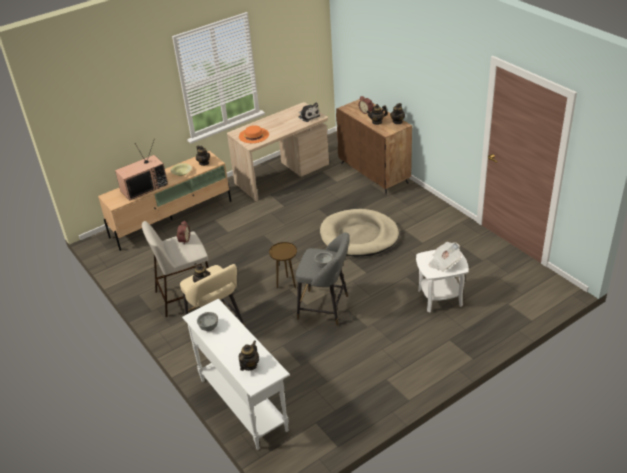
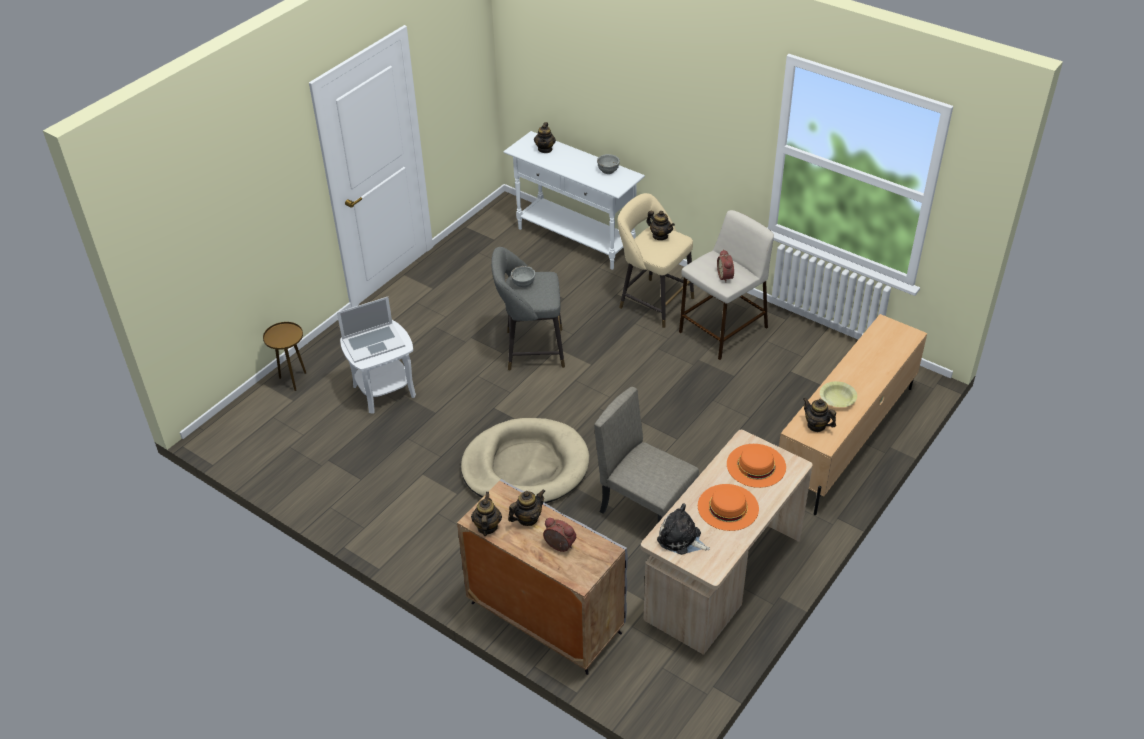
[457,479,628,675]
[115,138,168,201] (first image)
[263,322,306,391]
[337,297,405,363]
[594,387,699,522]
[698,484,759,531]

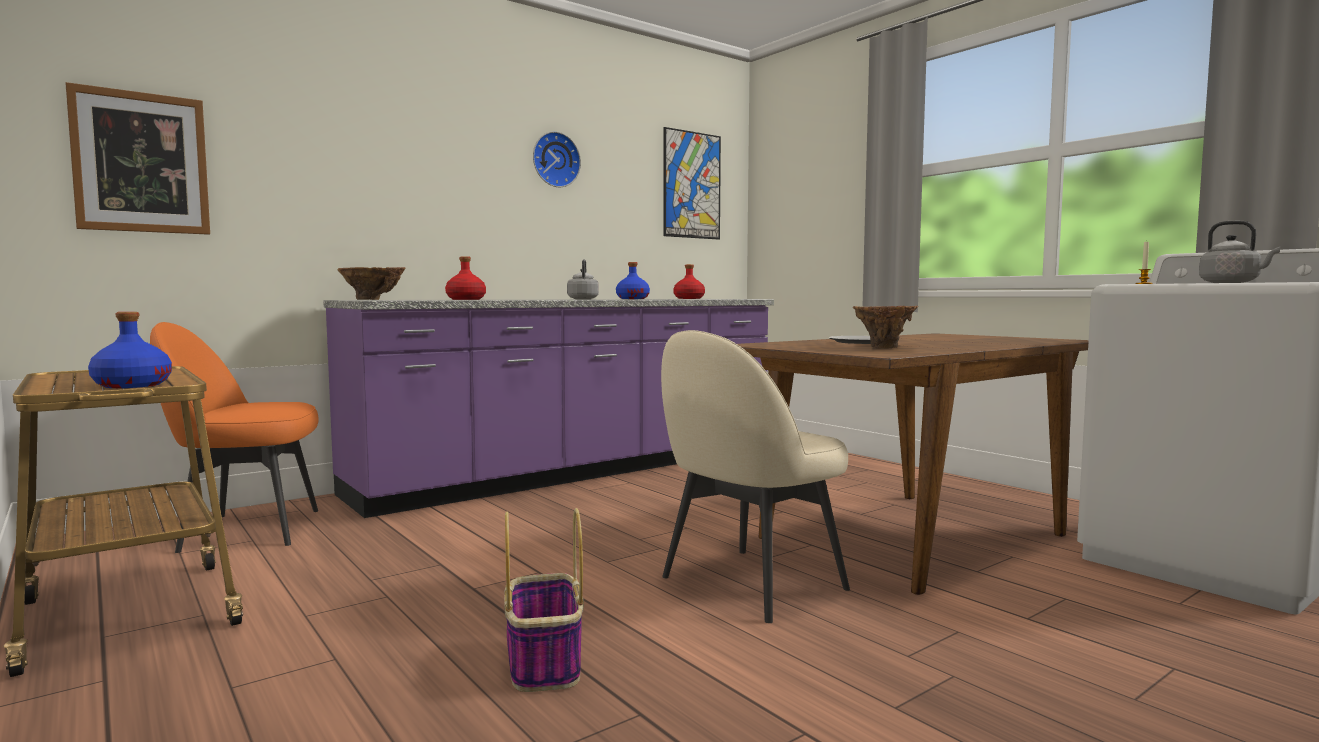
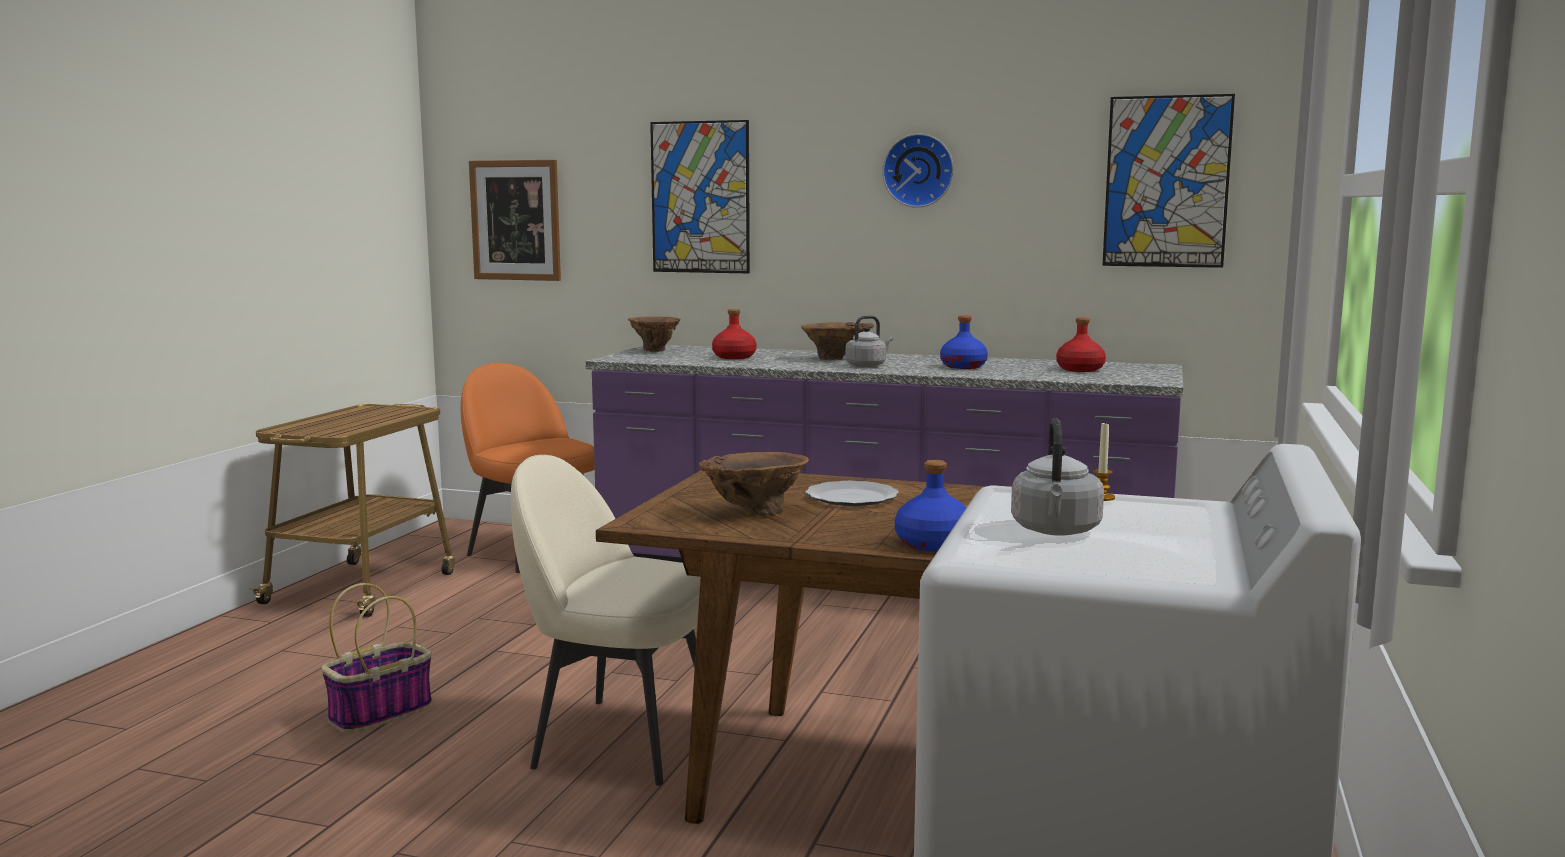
[895,460,966,552]
[650,120,750,273]
[801,322,874,360]

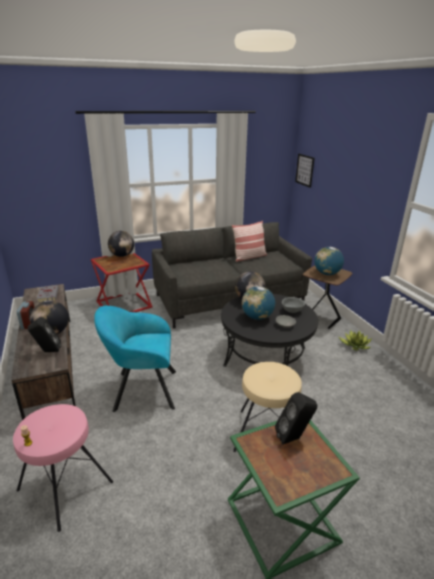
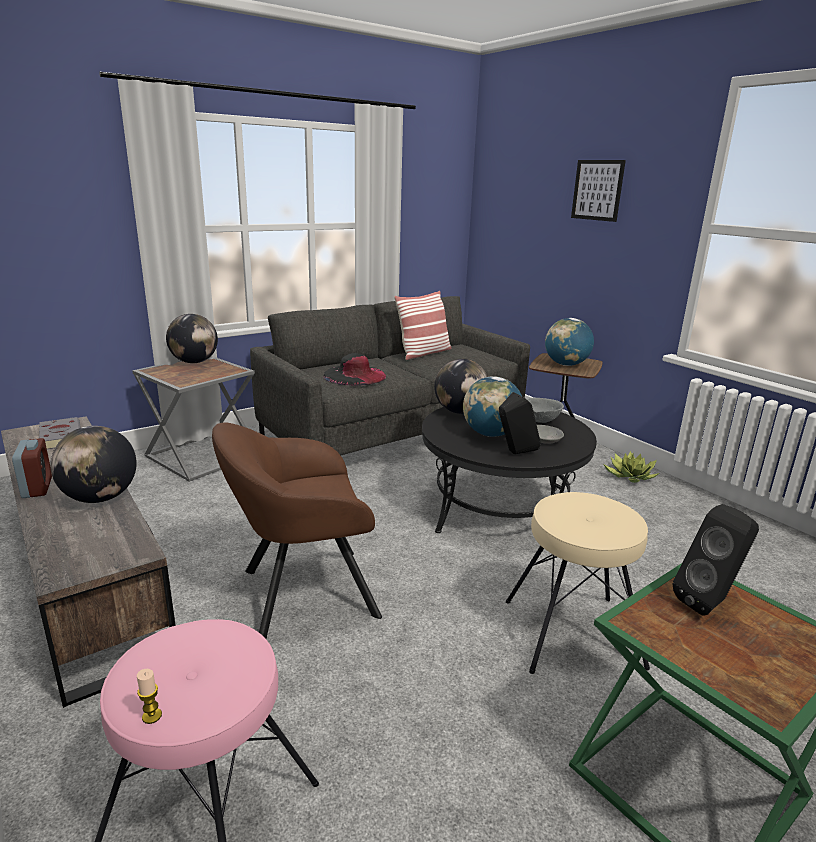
[571,160,626,222]
[133,357,255,482]
[212,422,382,638]
[499,392,541,454]
[323,353,386,385]

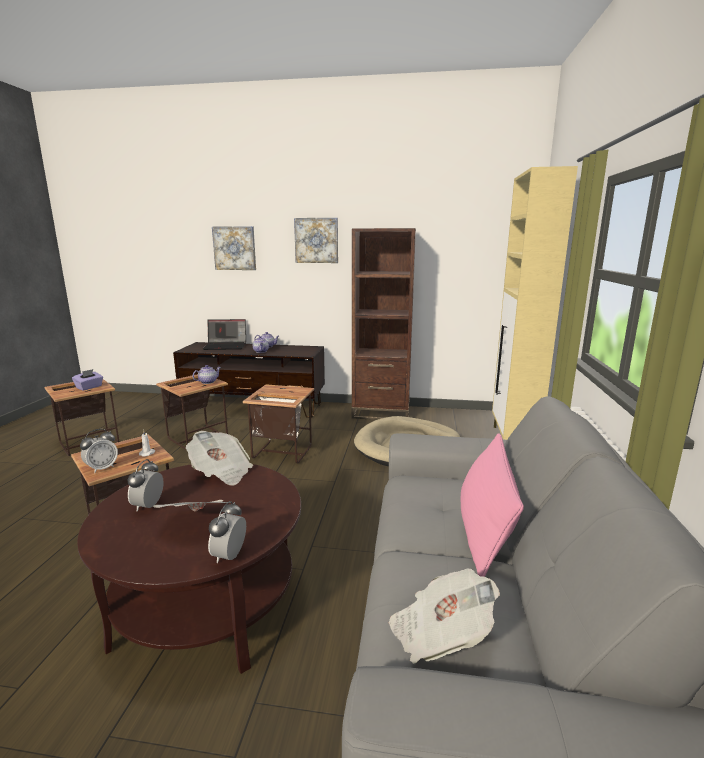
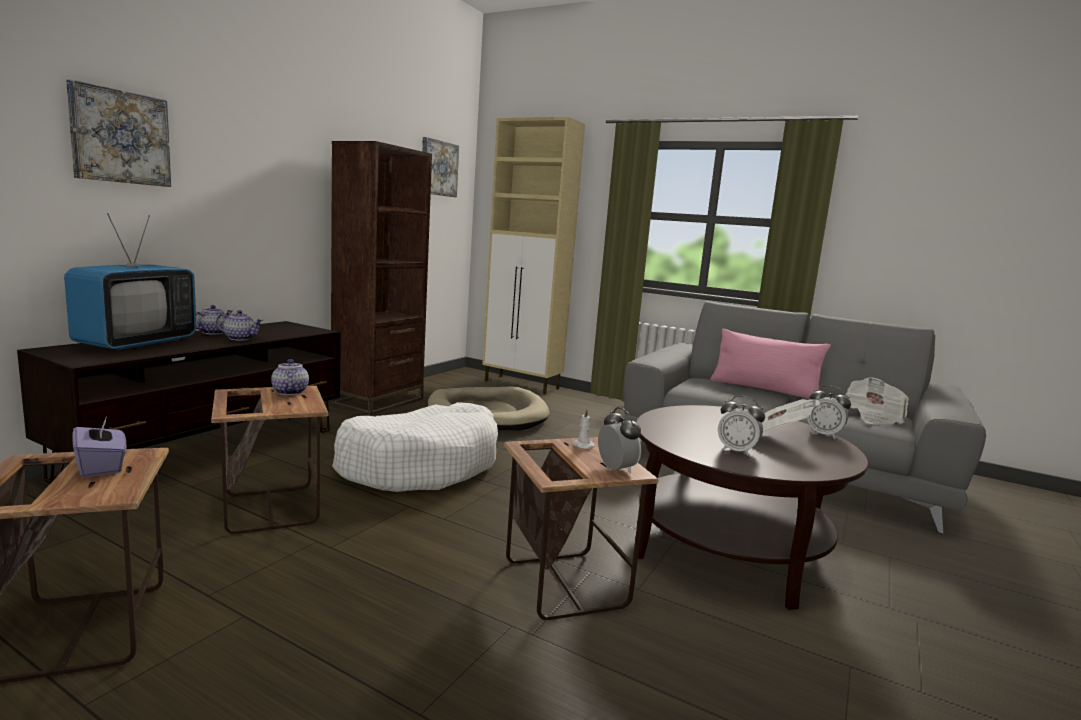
[422,137,459,197]
[64,213,197,351]
[332,402,498,492]
[186,431,253,485] (first image)

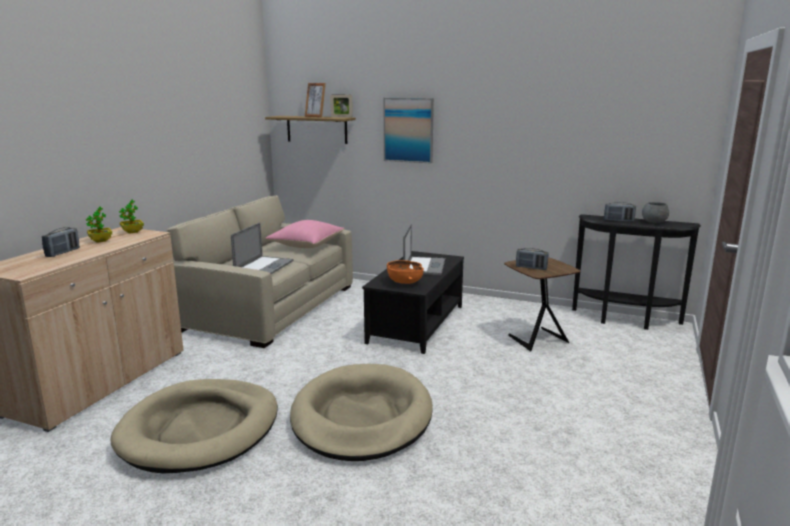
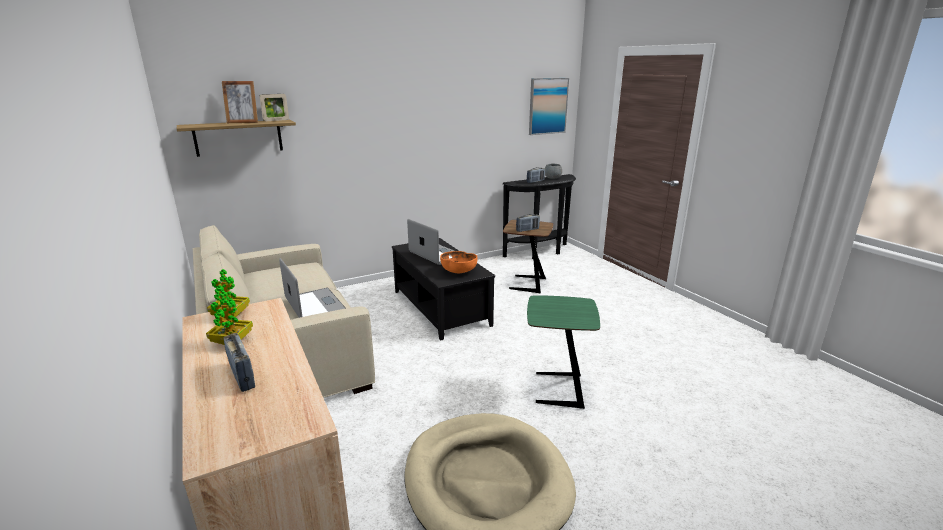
[529,78,569,135]
[265,220,345,248] (first image)
[527,295,600,409]

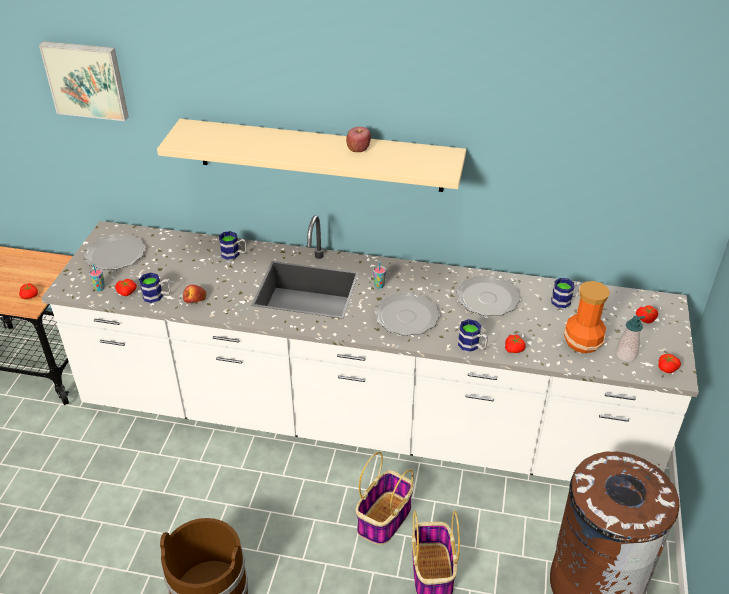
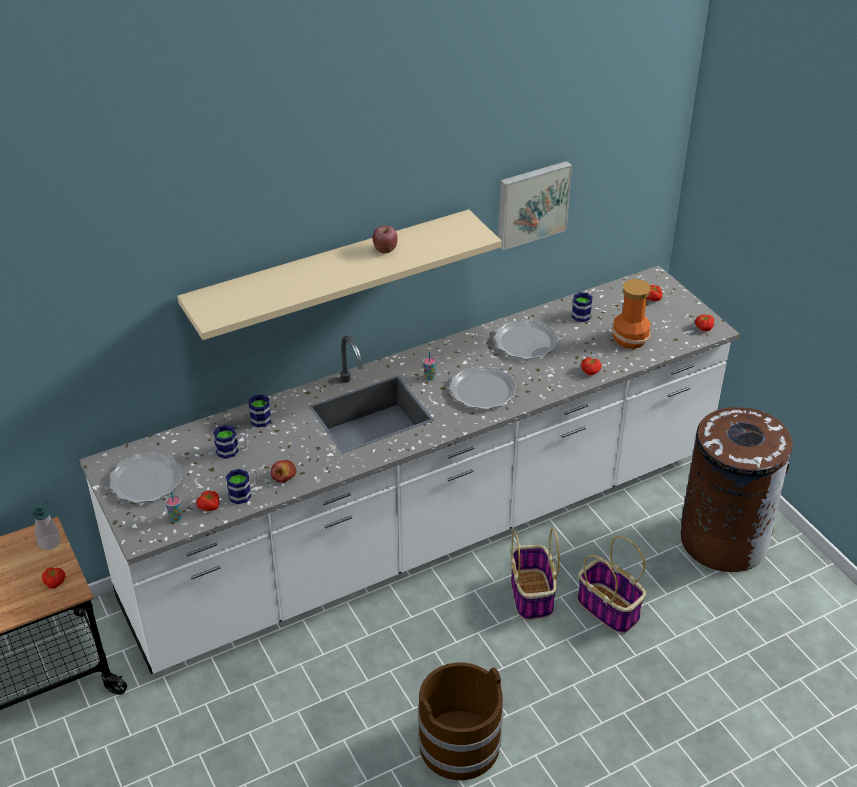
[498,161,572,251]
[32,500,61,550]
[213,425,247,459]

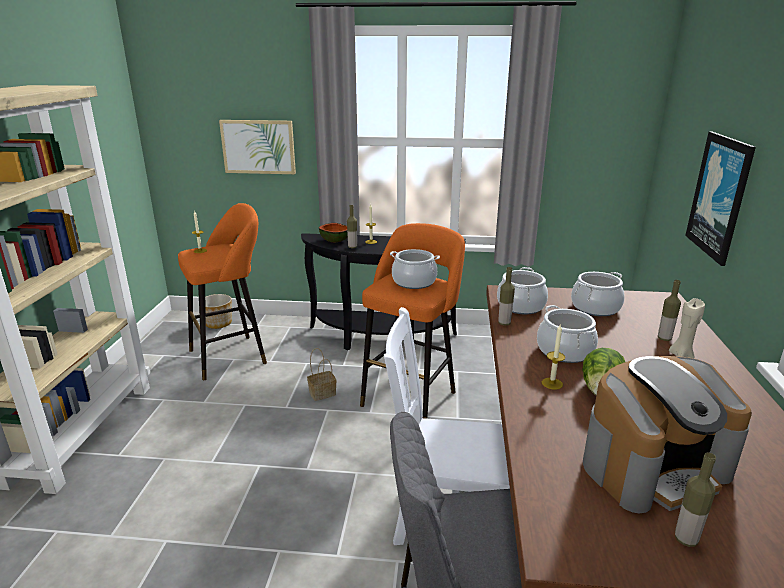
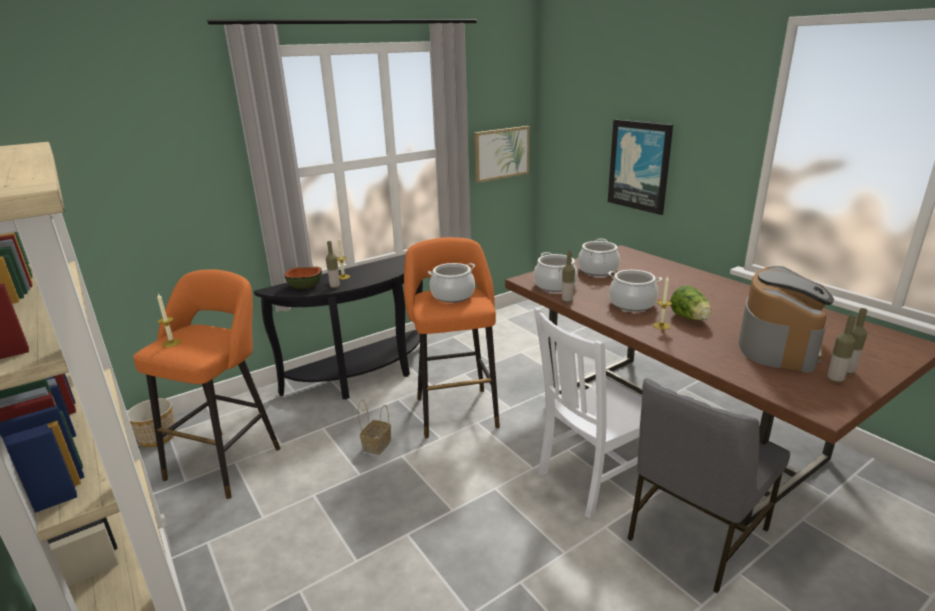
[474,126,530,183]
[827,315,856,383]
[669,298,705,358] (first image)

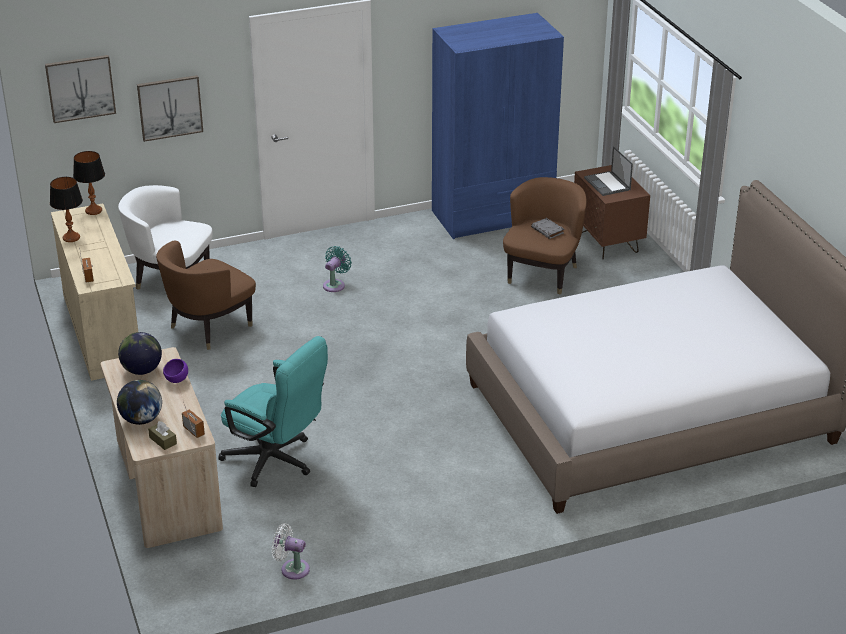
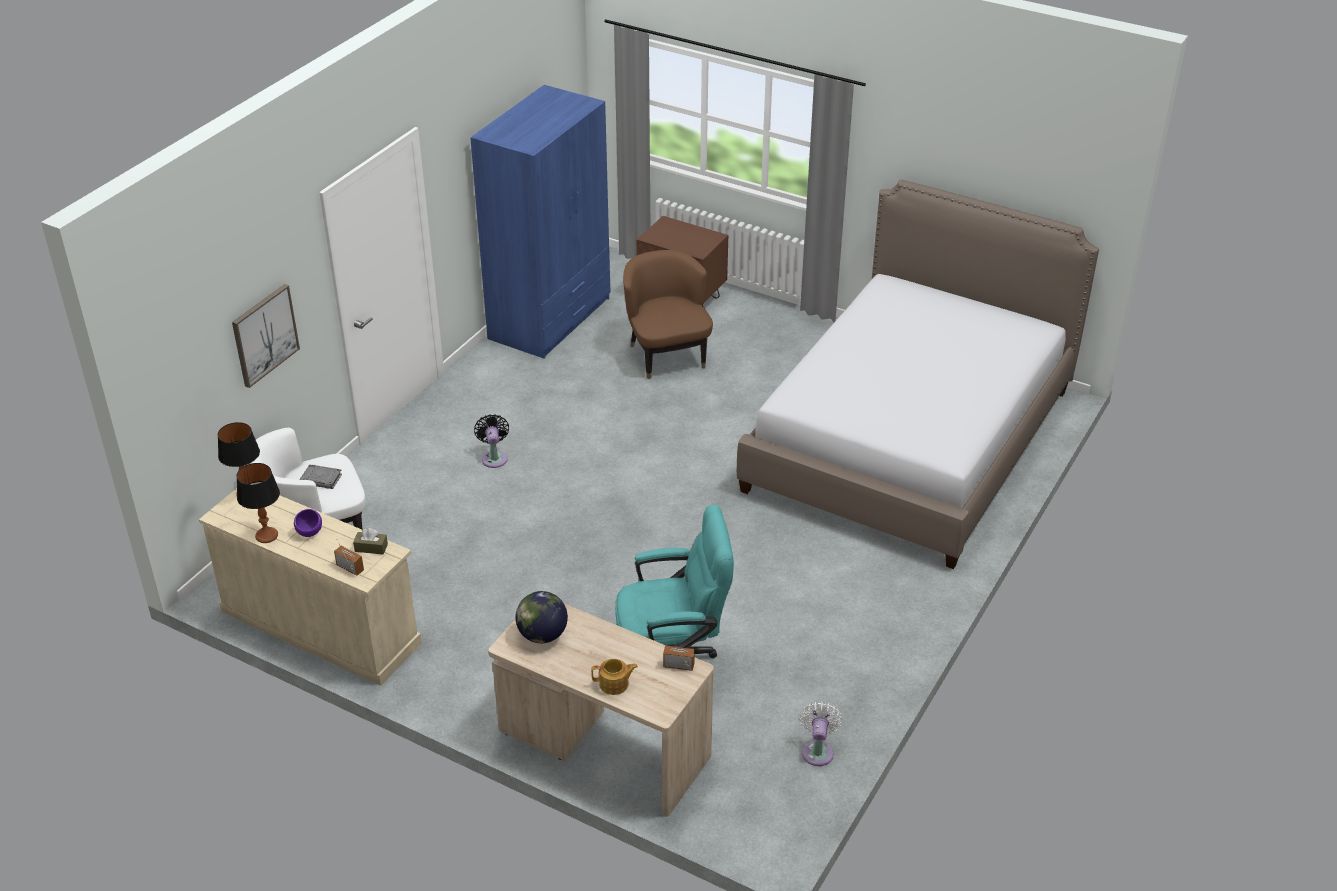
[45,55,116,123] (first image)
[584,146,633,196] (first image)
[300,464,342,489]
[156,241,256,350] (first image)
[474,414,509,468]
[294,509,322,537]
[591,659,638,695]
[353,528,388,555]
[799,702,842,766]

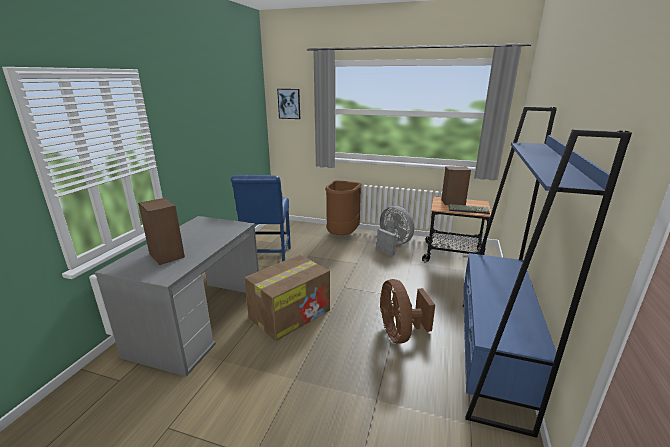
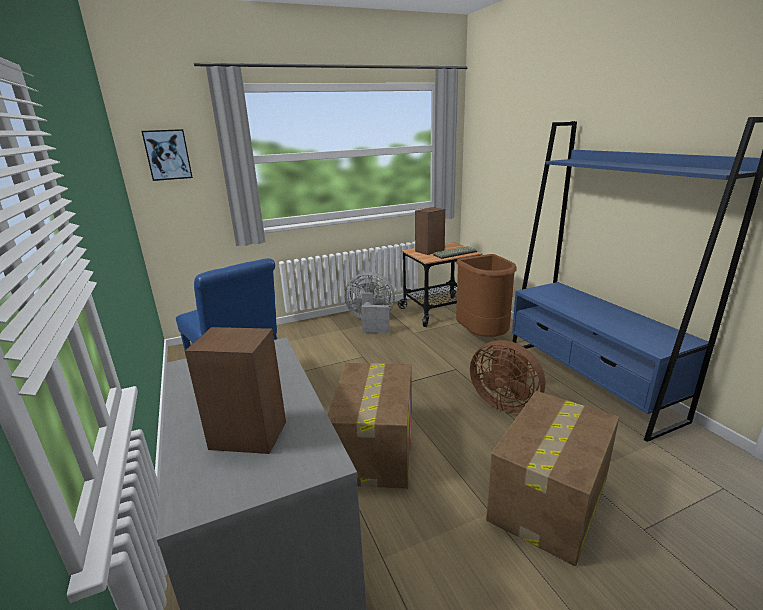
[456,254,517,337]
[486,391,619,566]

